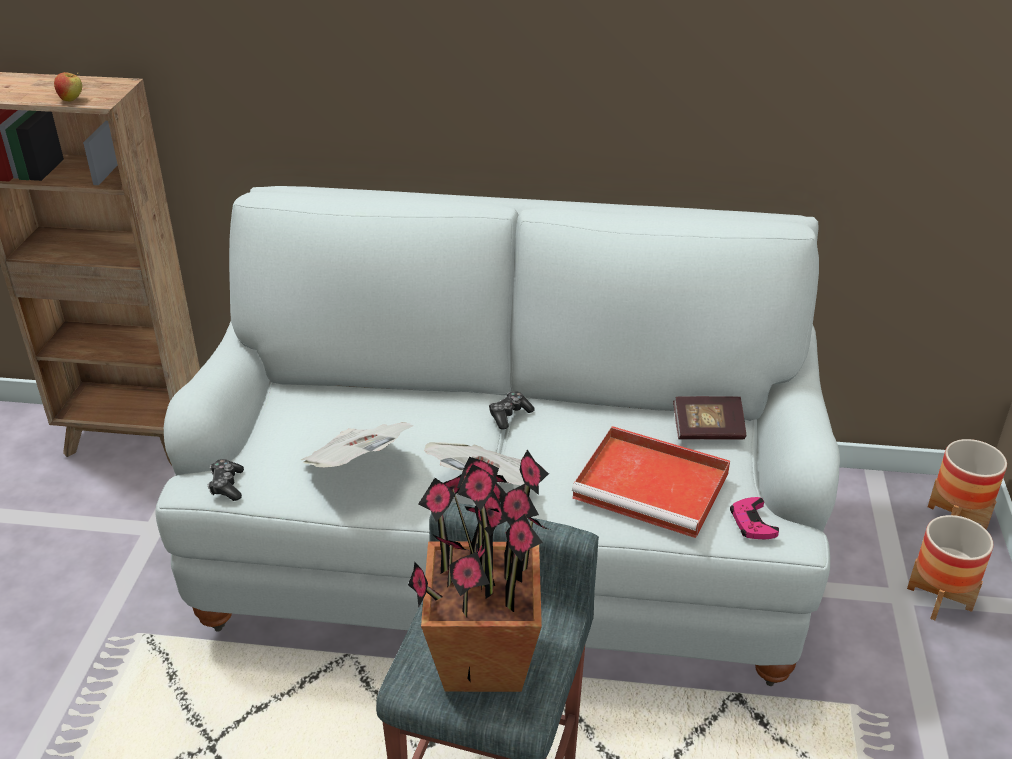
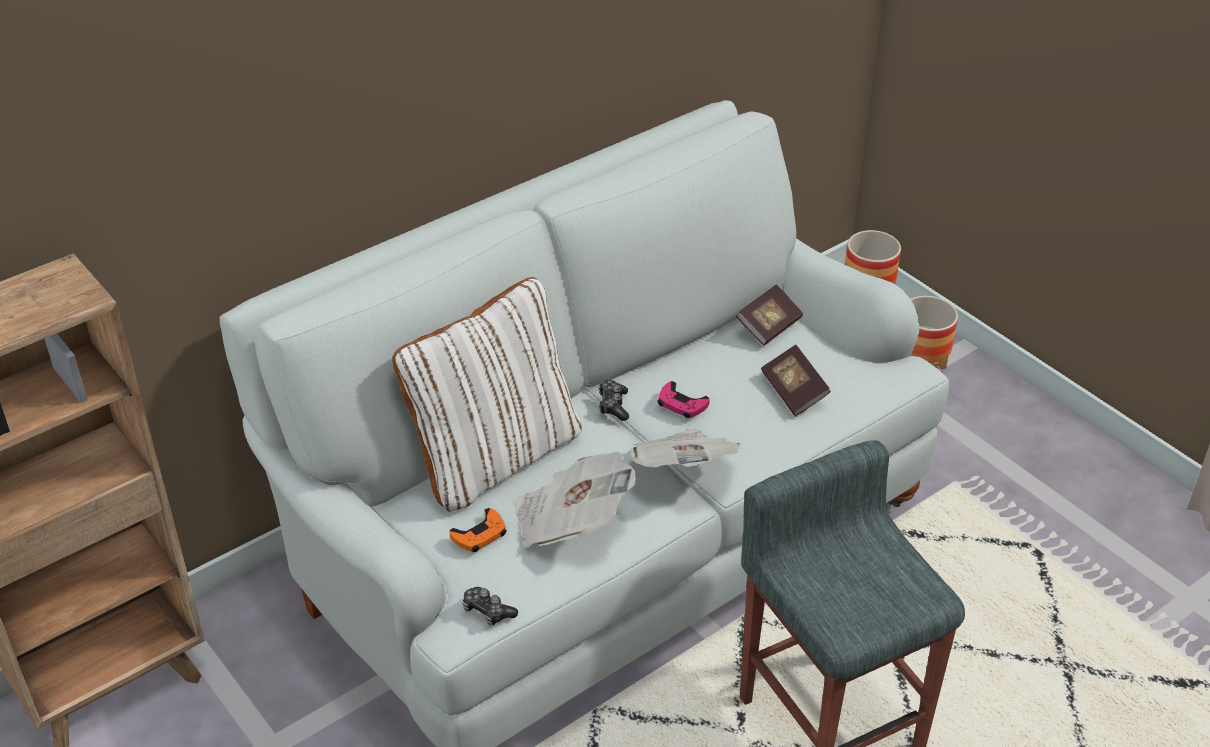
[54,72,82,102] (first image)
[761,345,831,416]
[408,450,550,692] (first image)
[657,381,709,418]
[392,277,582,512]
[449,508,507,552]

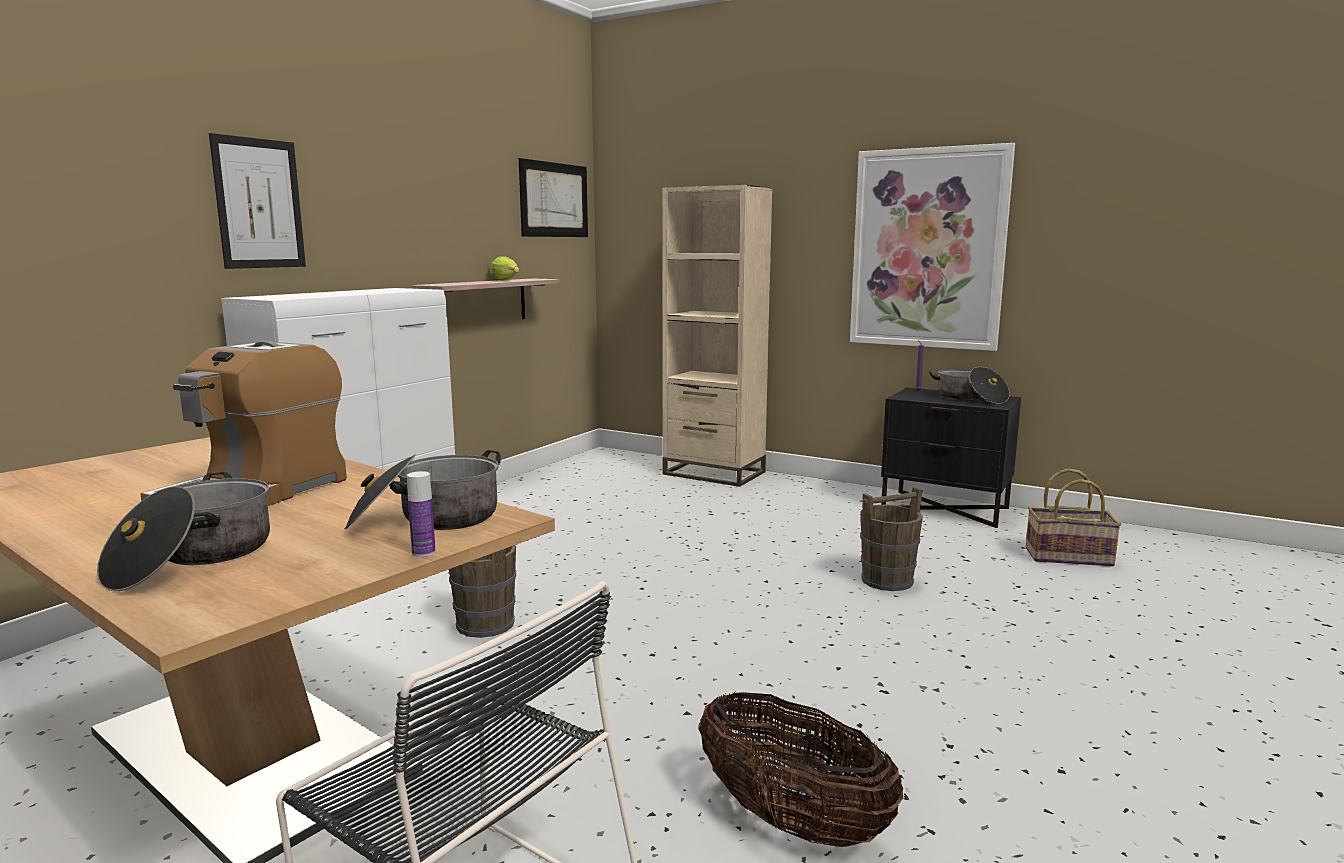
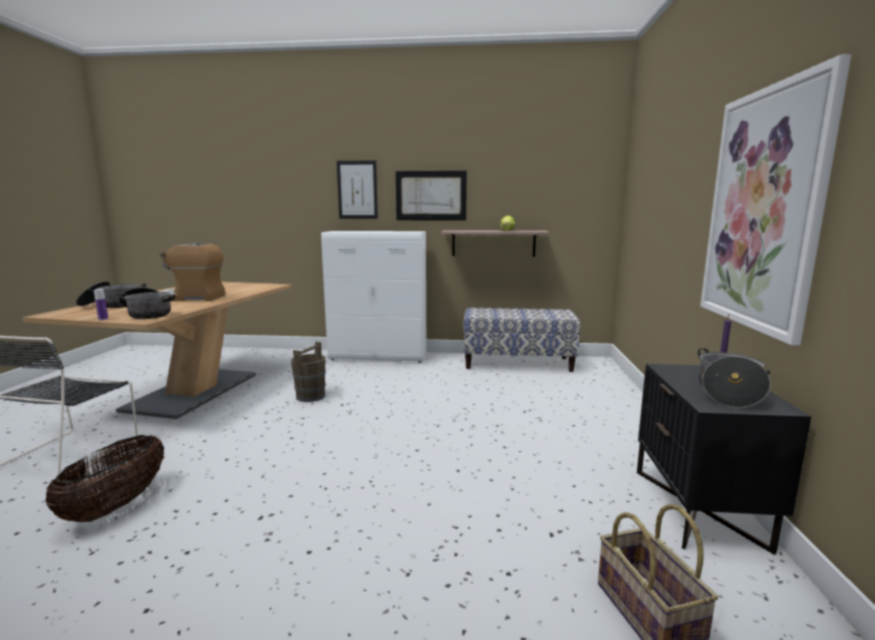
[396,171,467,220]
[662,185,773,487] (first image)
[860,487,923,591] (first image)
[463,308,580,372]

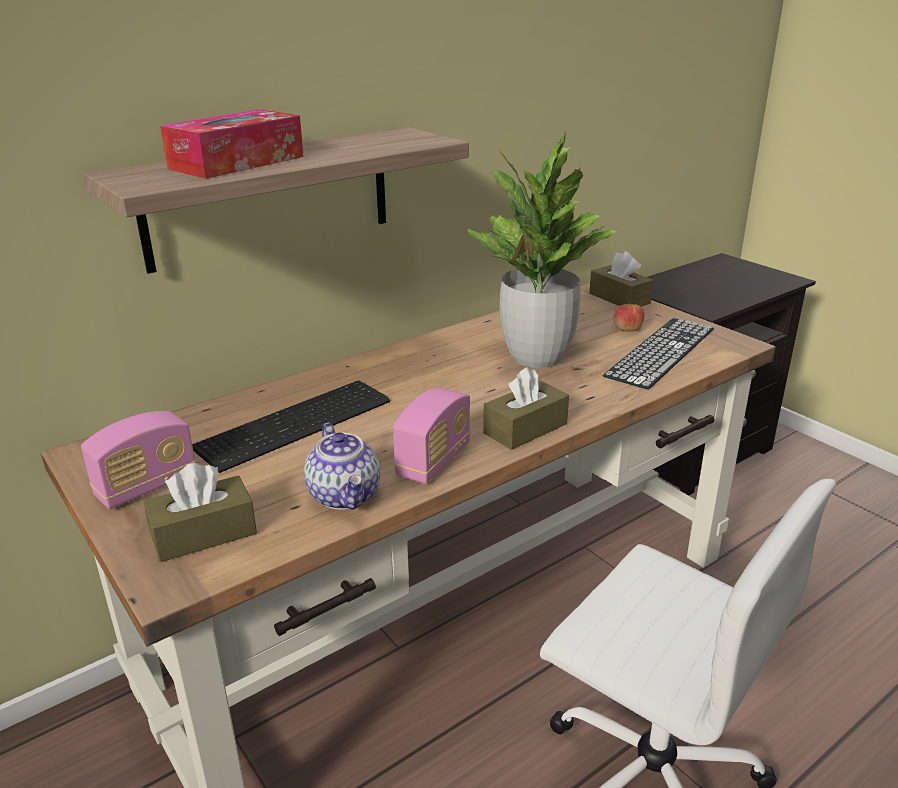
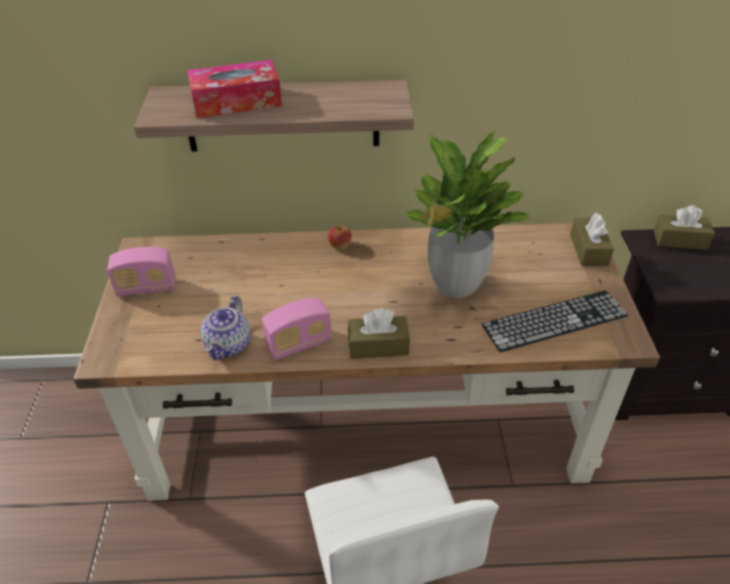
[327,226,352,250]
[192,381,390,473] (first image)
[654,206,715,250]

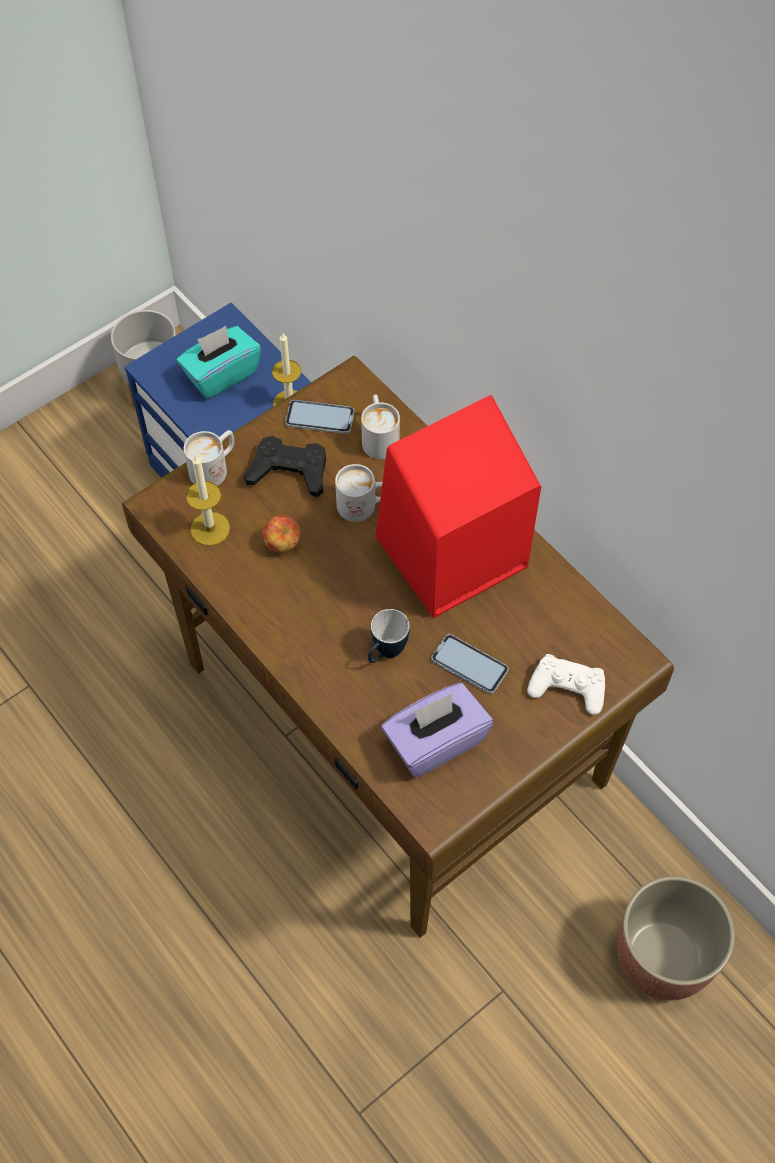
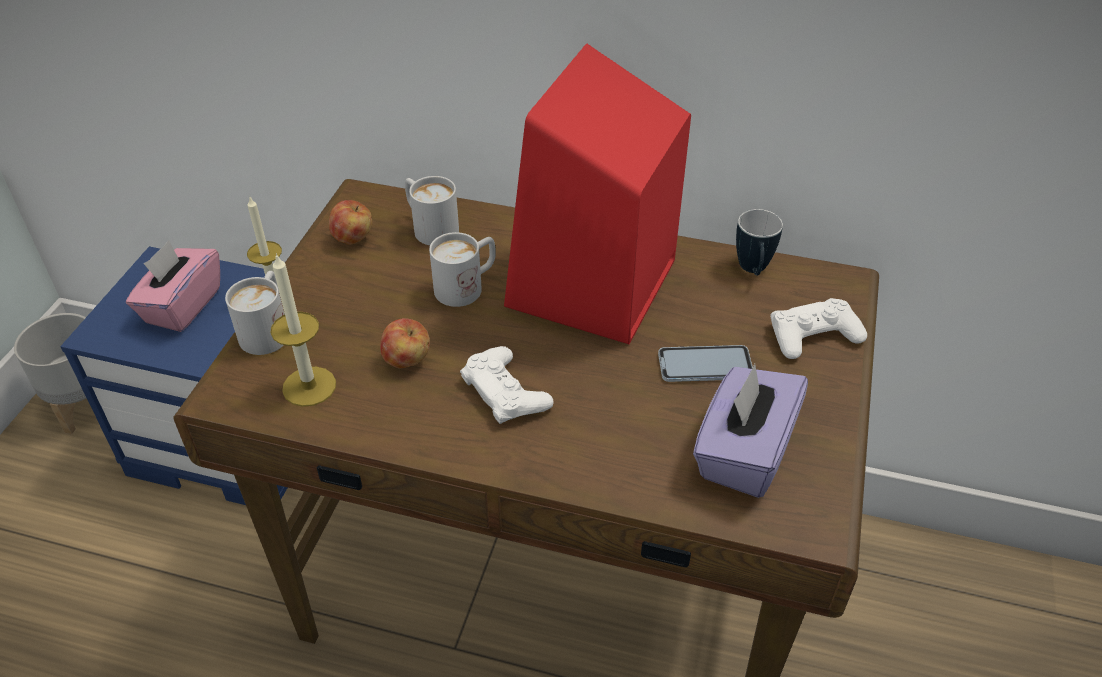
[126,240,220,332]
[329,200,372,245]
[244,436,326,497] (first image)
[736,209,783,276]
[617,876,735,1000] (first image)
[460,346,554,424]

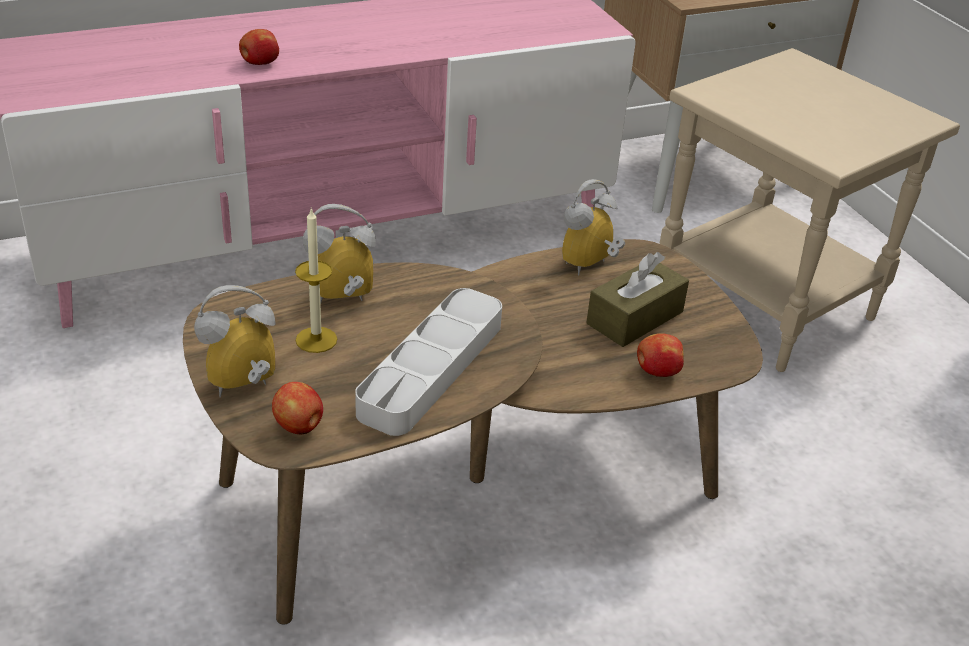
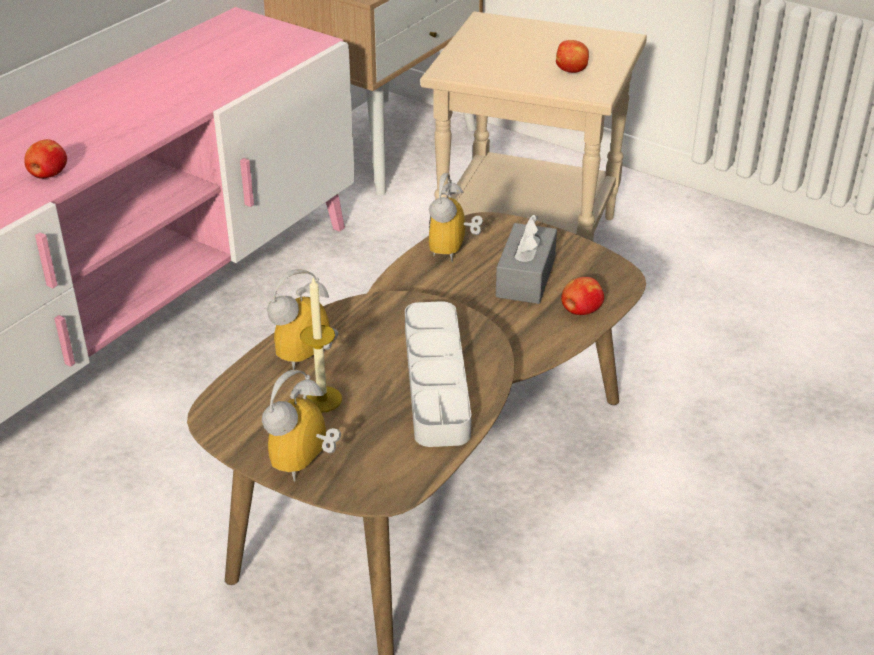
[496,214,557,304]
[556,40,589,73]

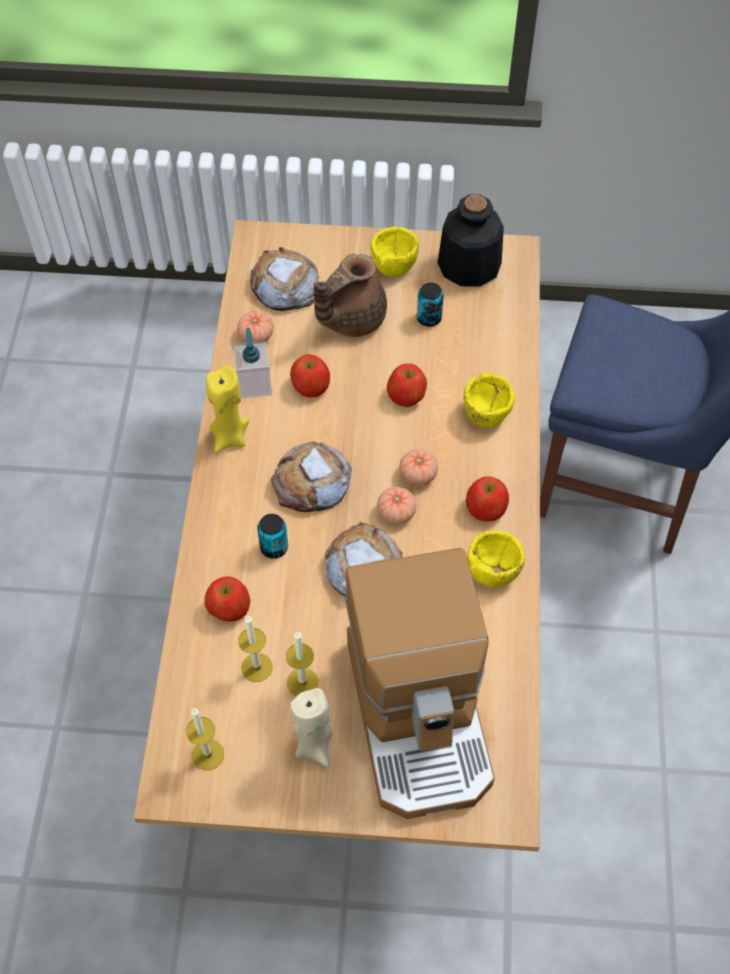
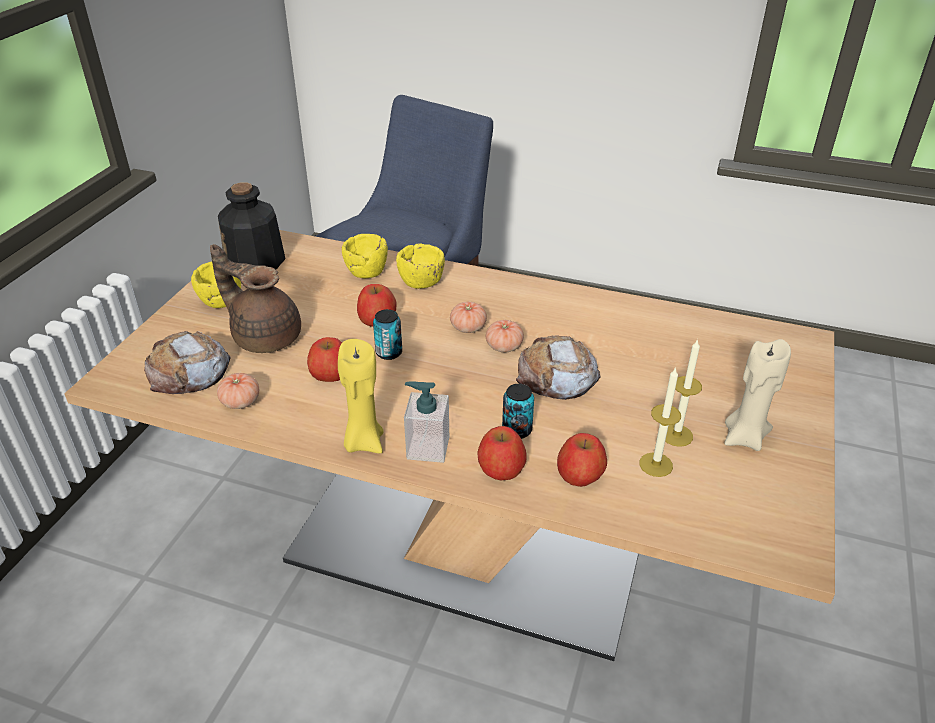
[210,244,301,353]
[373,309,402,360]
[404,381,449,463]
[271,441,352,512] (first image)
[477,426,527,480]
[342,234,388,278]
[345,548,495,819] (first image)
[186,708,224,770] (first image)

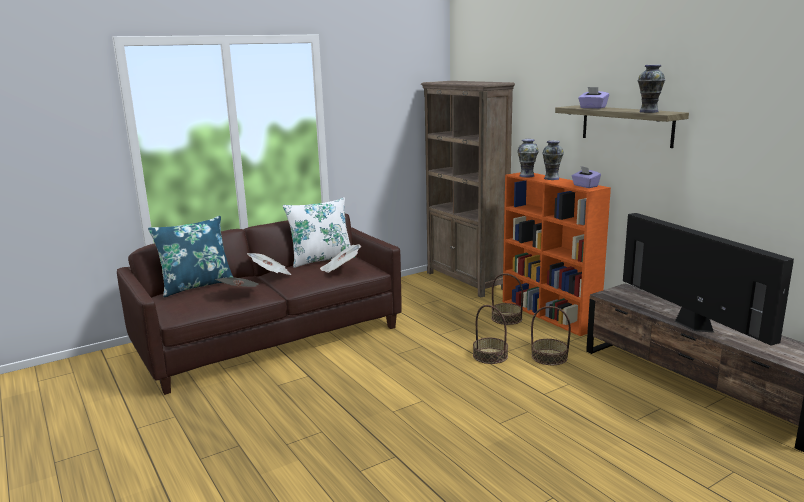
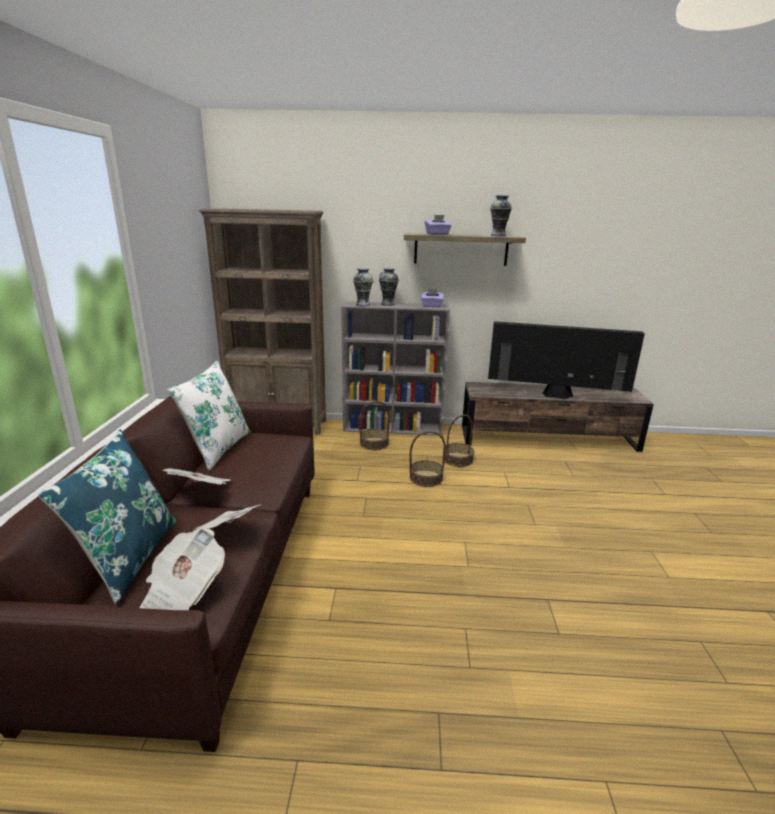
[341,302,450,436]
[140,528,225,610]

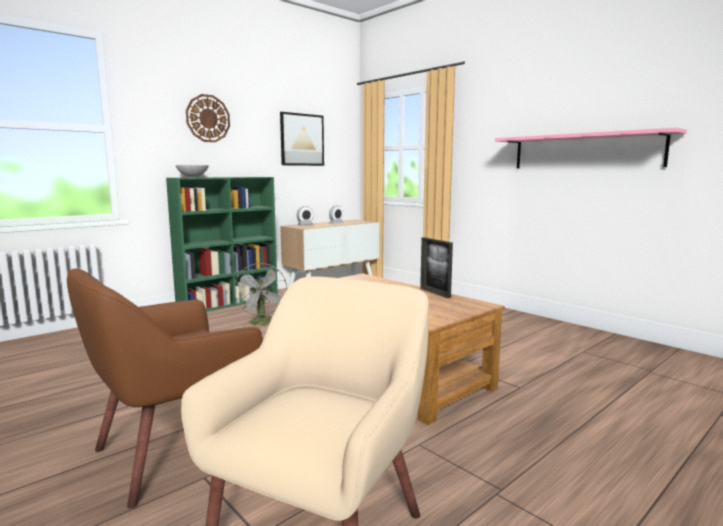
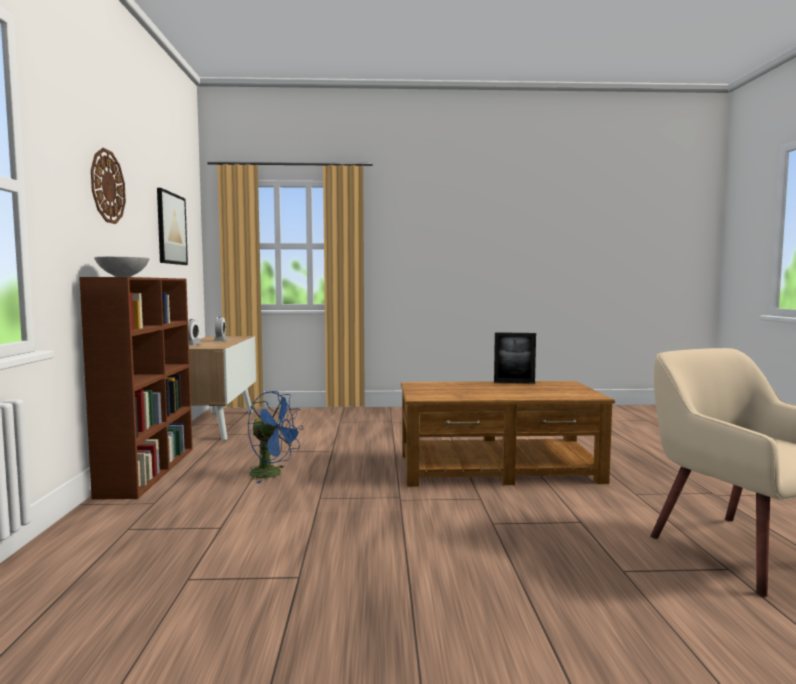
[495,128,687,168] (first image)
[79,277,193,500]
[248,391,303,483]
[67,269,263,509] (first image)

